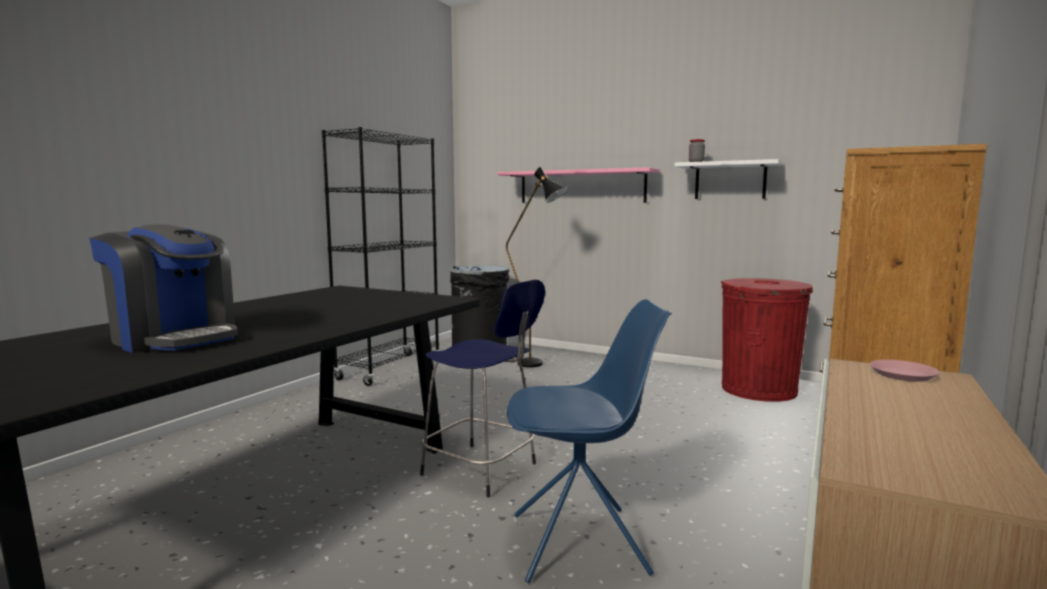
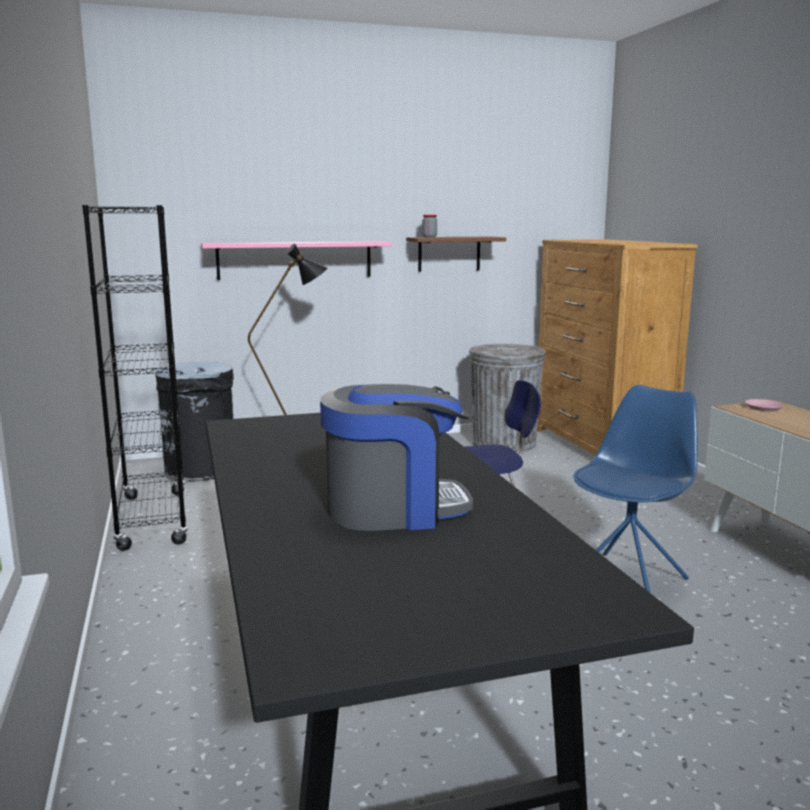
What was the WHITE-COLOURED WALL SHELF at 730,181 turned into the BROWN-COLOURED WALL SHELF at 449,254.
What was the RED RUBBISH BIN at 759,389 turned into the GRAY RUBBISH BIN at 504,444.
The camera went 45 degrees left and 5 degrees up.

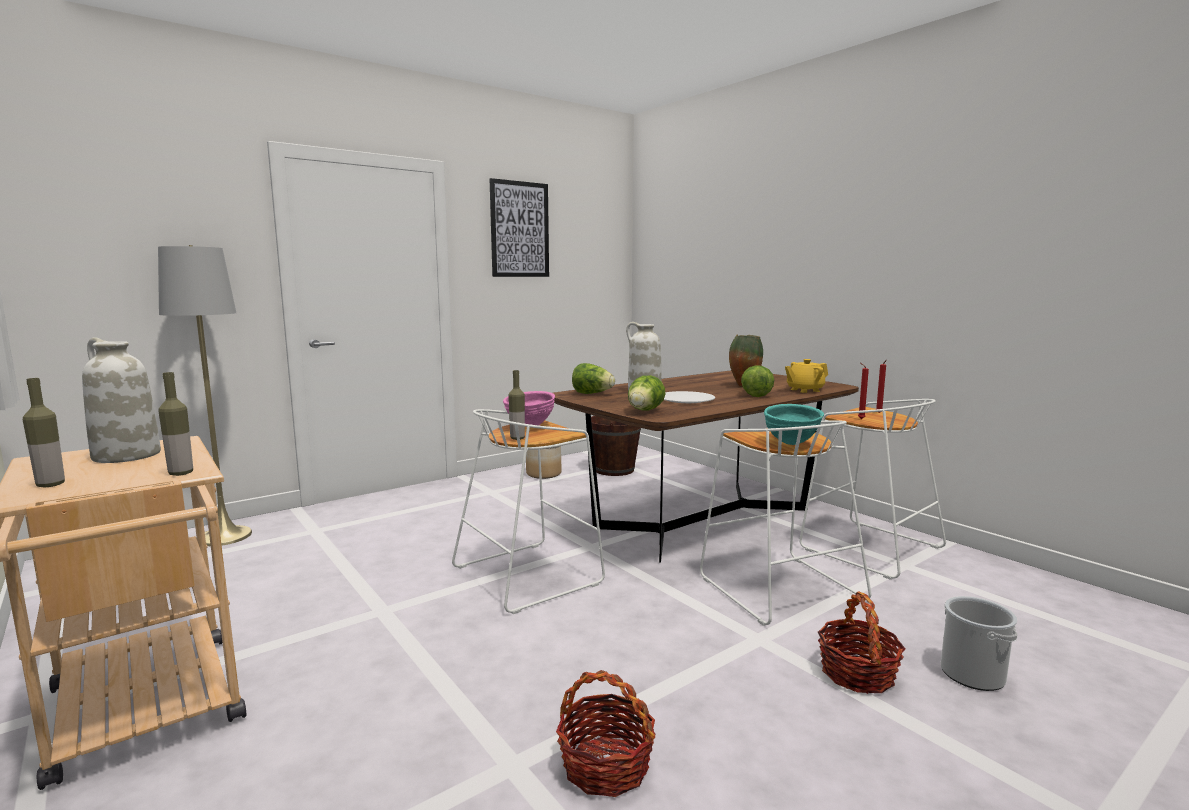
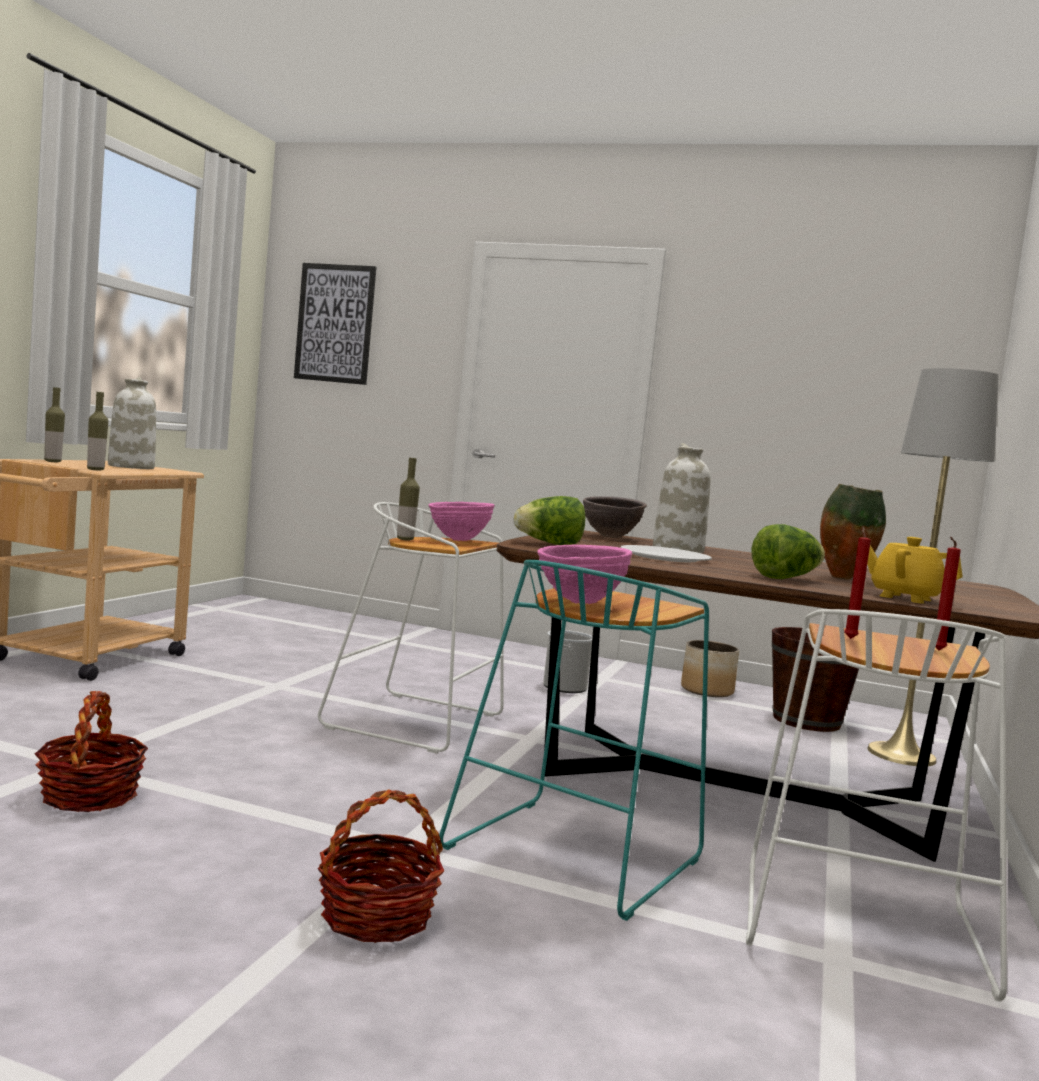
The WALL ART ended up elsewhere, having gone from 519,229 to 335,323.
What was the WHITE-COLOURED SITTING STOOL at 777,588 turned into the TURQUOISE SITTING STOOL at 573,852.
What was the TURQUOISE SERVING BOWL at 791,443 turned into the PINK-COLOURED SERVING BOWL at 579,602.
The WATER BUCKET ended up elsewhere, having gone from 972,674 to 565,687.
Where the HEAD OF LETTUCE stood at 592,393, the BROWN-COLOURED SERVING BOWL came to stand at 610,537.
The GRAY STANDARD LAMP ended up elsewhere, having gone from 225,536 to 901,755.
The camera went 55 degrees right and 5 degrees down.

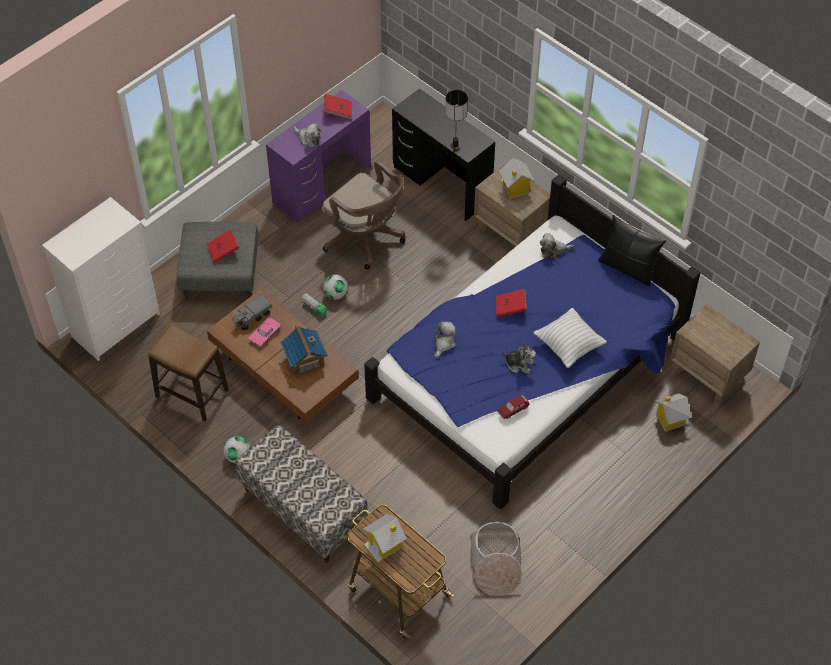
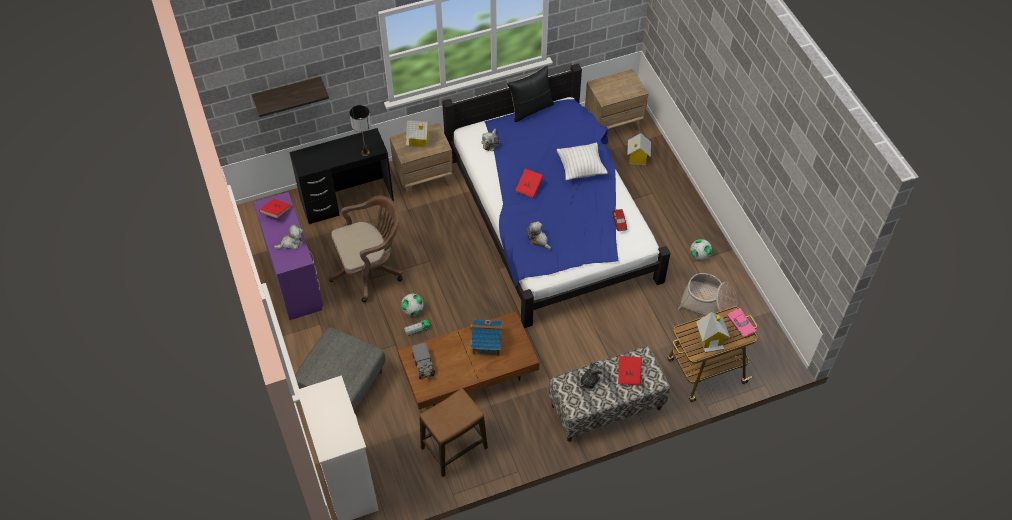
The second view gained the WALL SHELF at 288,93.
The PLUSH TOY ended up elsewhere, having gone from 519,364 to 590,381.
The RED VOLUME ended up elsewhere, having gone from 223,251 to 629,374.
The FOOTBALL BALL ended up elsewhere, having gone from 238,457 to 699,256.
The PINK-COLOURED MODEL CAR ended up elsewhere, having gone from 264,334 to 740,325.
The camera went 65 degrees left and 0 degrees up.

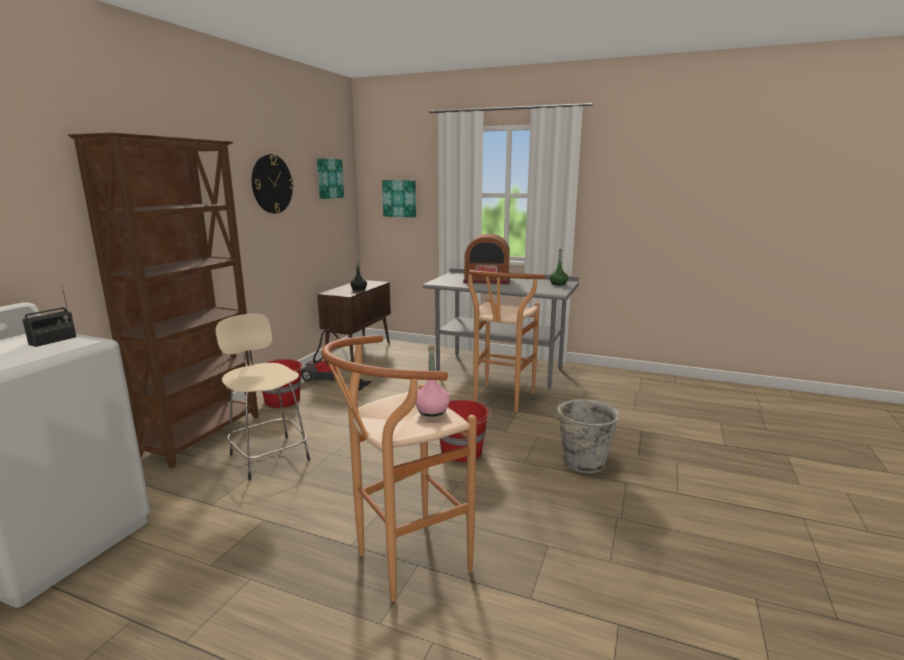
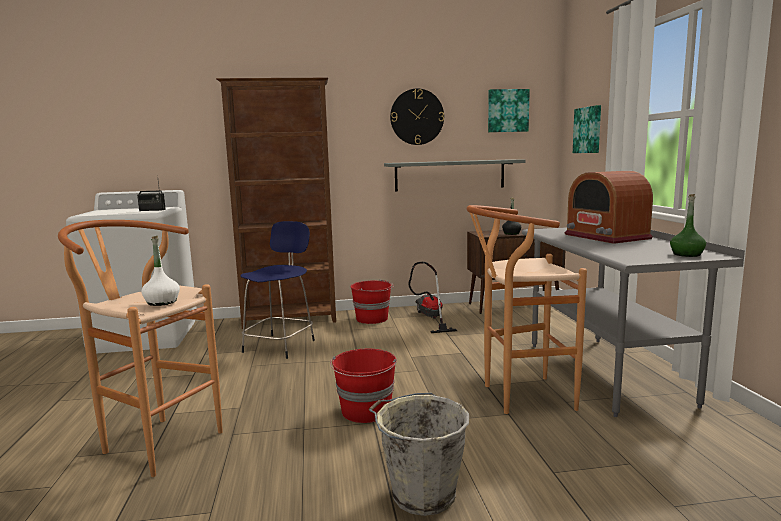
What was the PINK-COLOURED BOTTLE at 432,411 turned into the WHITE-COLOURED BOTTLE at 162,302.
What was the SAND-COLOURED SITTING STOOL at 268,456 turned into the BLUE-COLOURED SITTING STOOL at 280,345.
The second view gained the GRAY WALL SHELF at 450,175.
The camera went 60 degrees right and 5 degrees down.

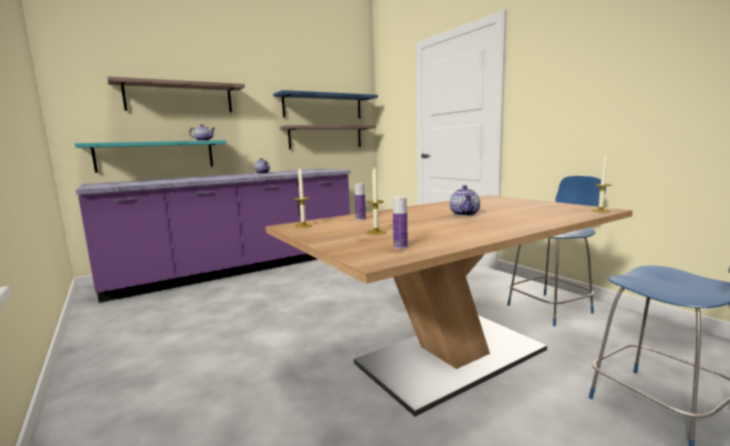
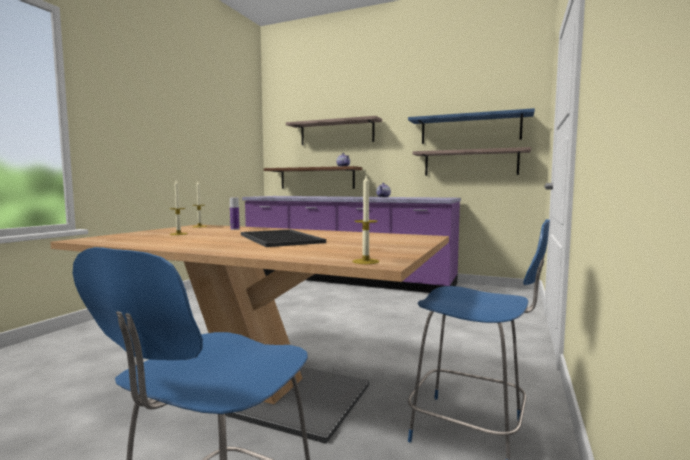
Where the POT FOR TEA stood at 465,214, the CARRYING TRAY came to stand at 282,238.
What was the TURQUOISE WALL SHELF at 156,155 turned into the BROWN-COLOURED WALL SHELF at 316,178.
The second view lost the BOTTLE at 400,247.
The camera went 55 degrees right and 5 degrees down.

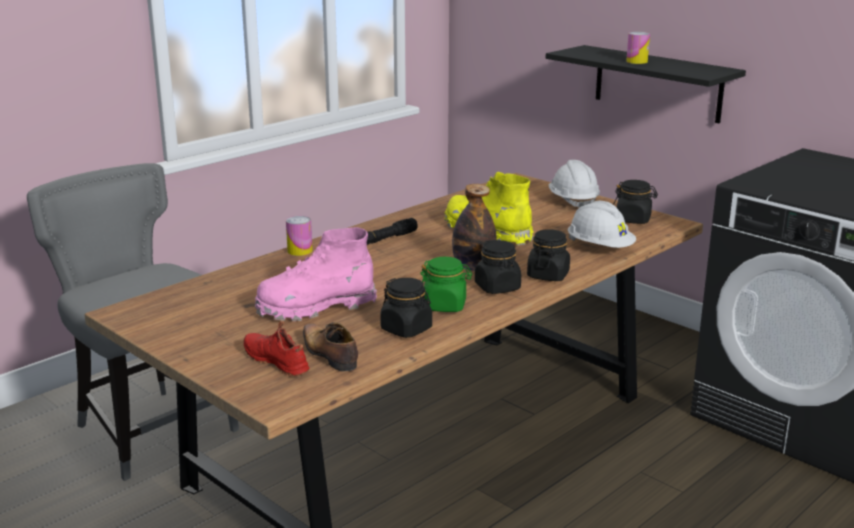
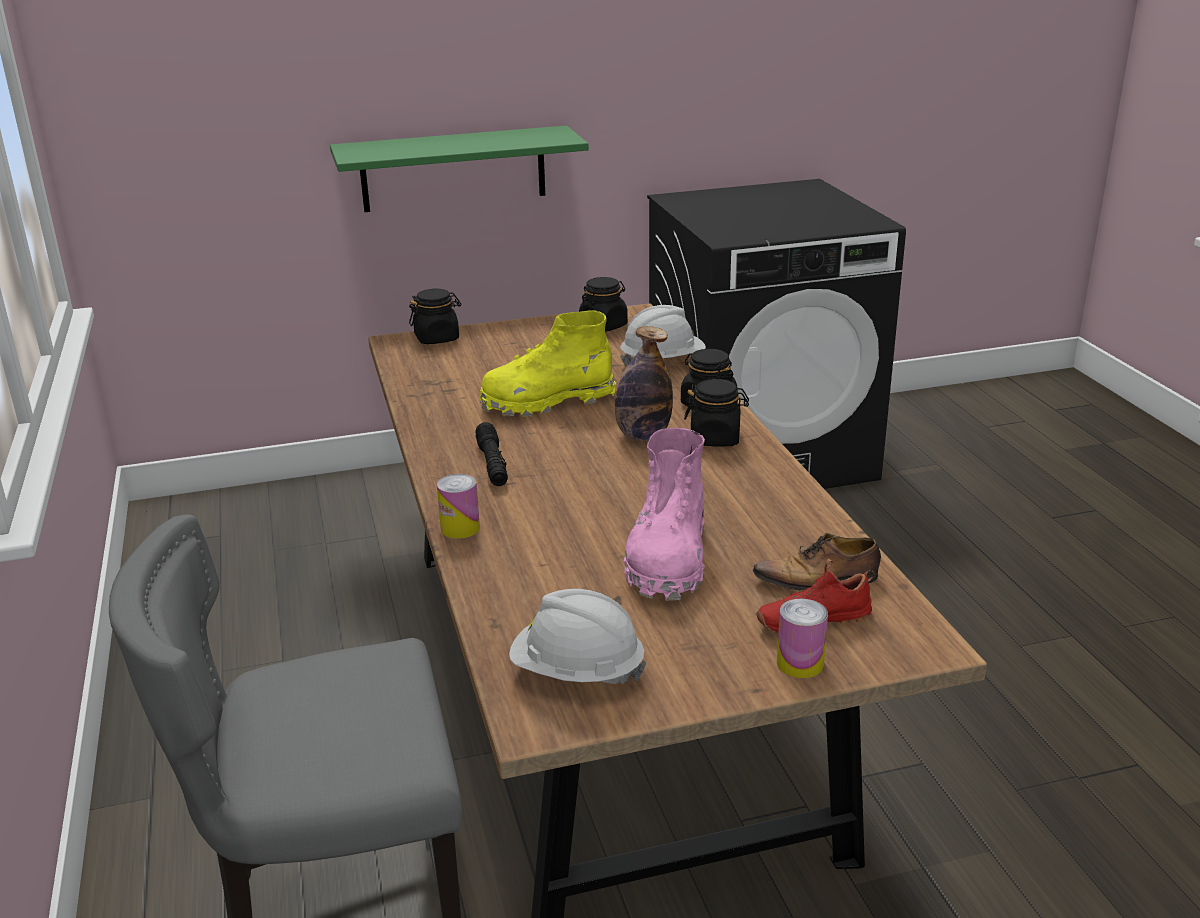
What was the BLACK WALL SHELF at 657,83 turned into the GREEN WALL SHELF at 453,169.
The BLACK STORAGE JAR ended up elsewhere, having gone from 406,329 to 437,338.
The WHITE-COLOURED HARD HAT ended up elsewhere, having gone from 573,202 to 577,672.
The CAN ended up elsewhere, having gone from 636,61 to 800,663.
The second view lost the GREEN STORAGE JAR at 445,305.
The camera went 60 degrees left and 5 degrees up.

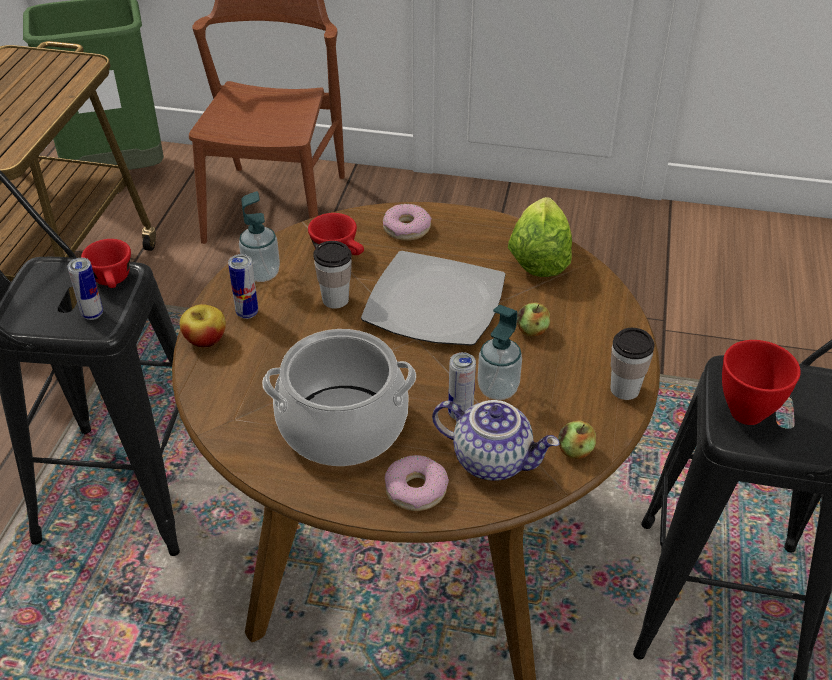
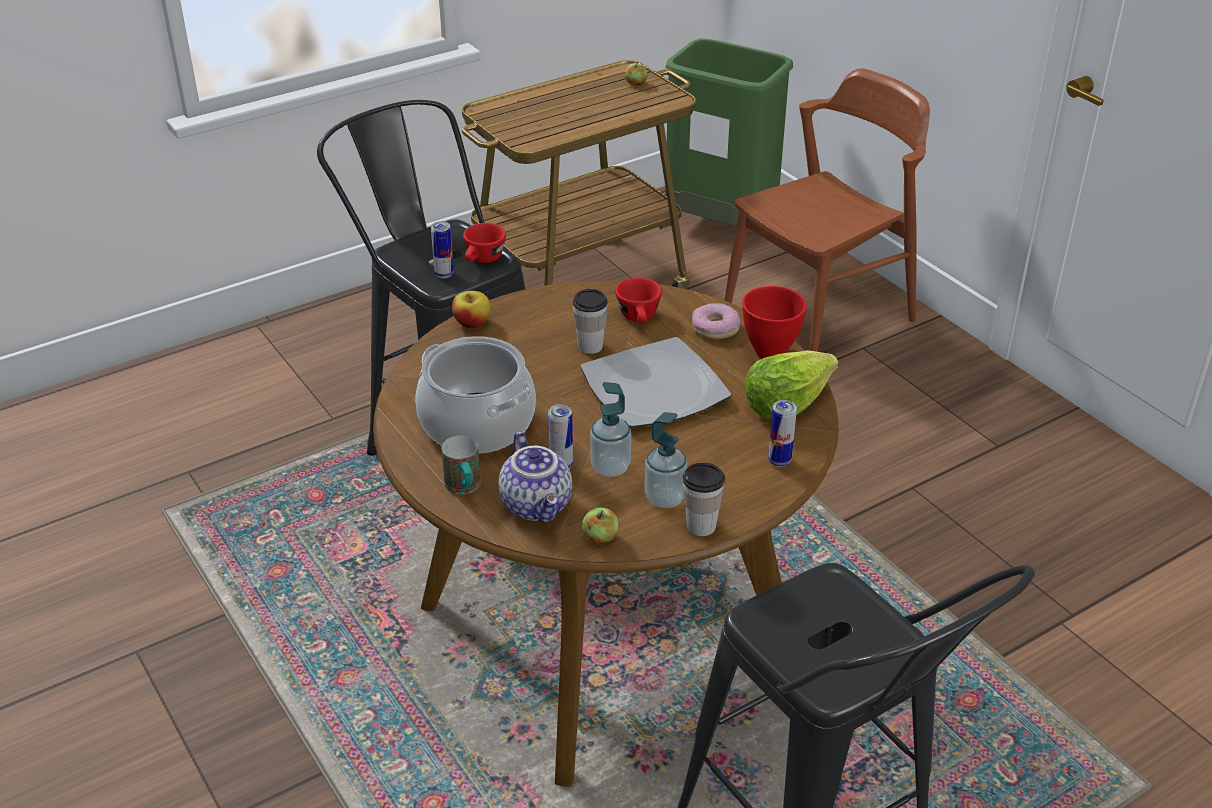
Where the DONUT stood at 416,489, the MUG came to stand at 464,488.
The WHOLE APPLE ended up elsewhere, having gone from 532,331 to 635,83.
The LIQUID SOAP BOTTLE ended up elsewhere, having gone from 262,273 to 665,498.
The RED SERVING BOWL ended up elsewhere, having gone from 745,412 to 769,351.
The CAN ended up elsewhere, having gone from 247,313 to 779,461.
The camera went 45 degrees right and 5 degrees down.

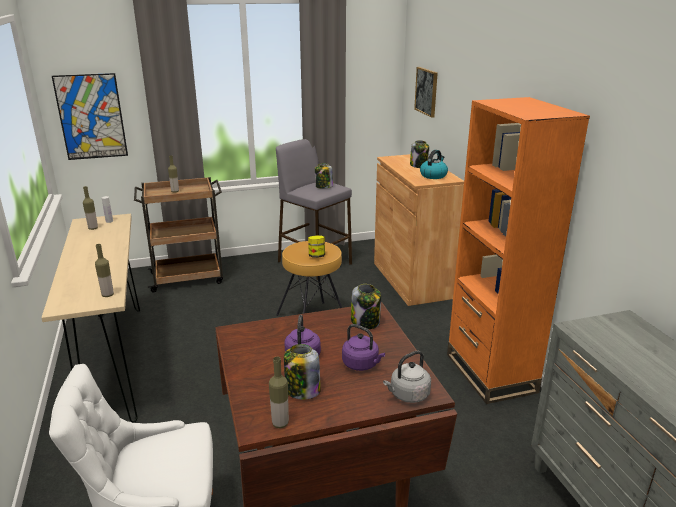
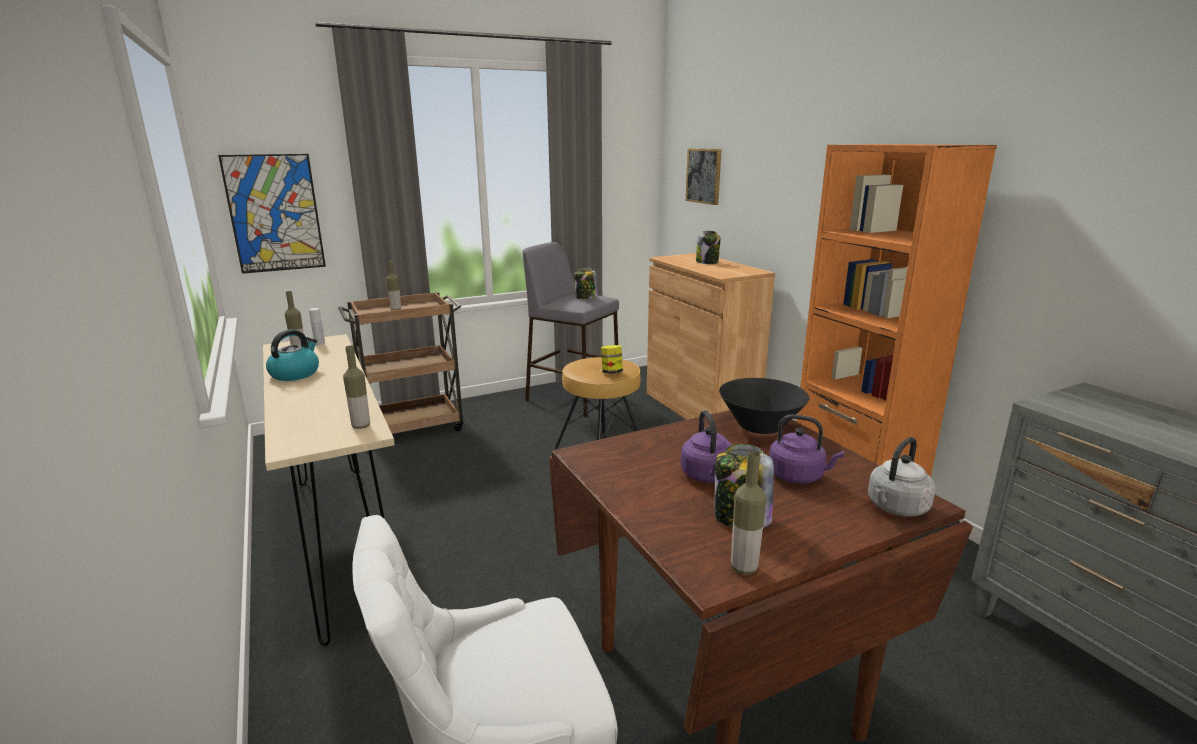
The TEA KETTLE ended up elsewhere, having gone from 433,175 to 295,374.
Where the STORAGE JAR stood at 366,322, the BLACK SERVING BOWL came to stand at 760,426.
The camera went 10 degrees left and 5 degrees down.

